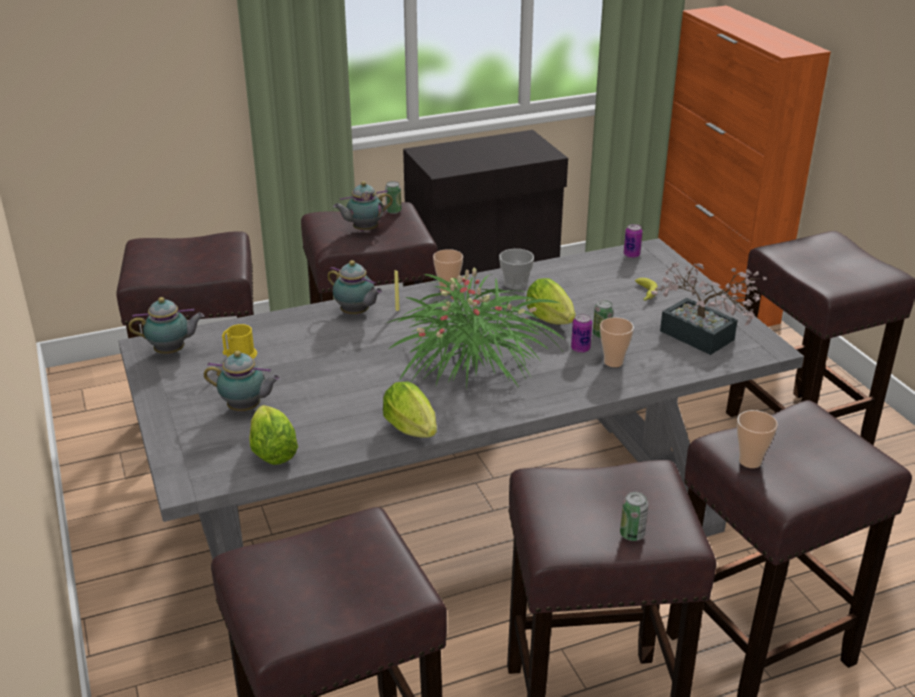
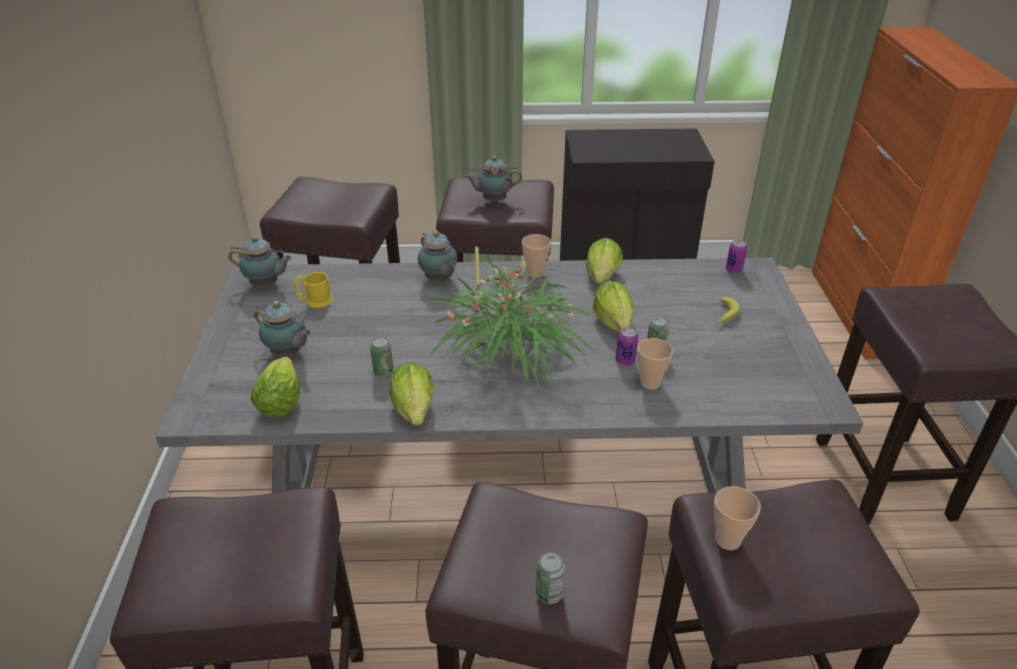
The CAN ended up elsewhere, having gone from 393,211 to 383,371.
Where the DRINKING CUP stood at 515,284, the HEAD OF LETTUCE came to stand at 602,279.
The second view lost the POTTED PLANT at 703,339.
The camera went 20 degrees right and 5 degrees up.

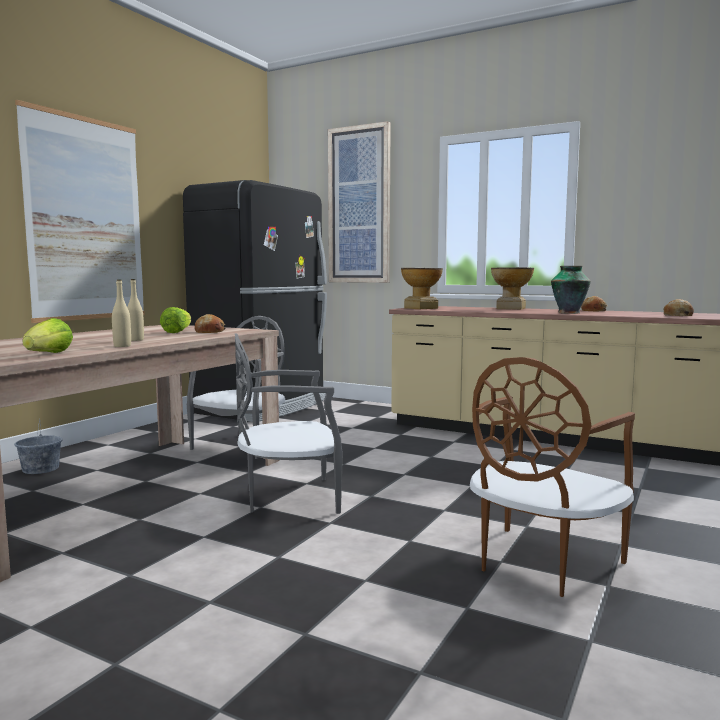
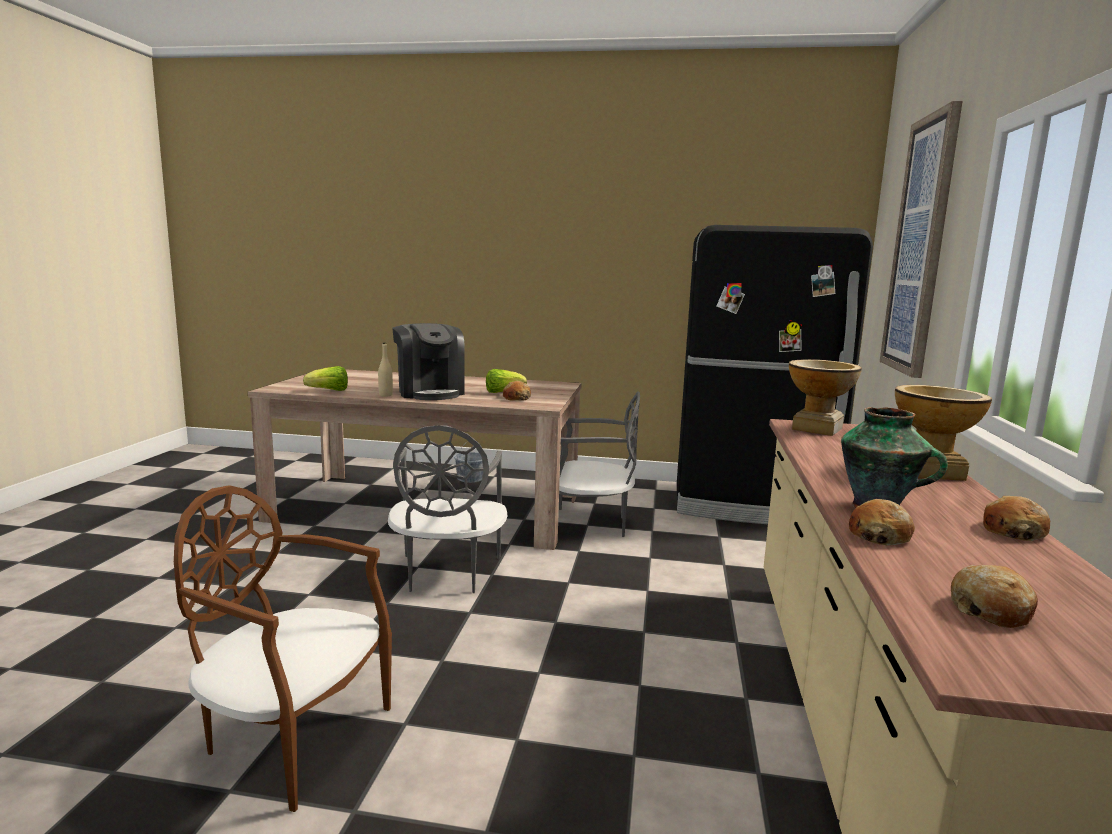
The GRAY CHAIR at 289,497 ended up facing another way, 150 degrees counterclockwise from before.
Where the SAND-COLOURED BOTTLE stood at 136,340, the COFFEE MACHINE came to stand at 429,392.
The second view gained the BAKERY BREAD at 879,535.
The second view lost the WALL ART at 86,219.
The camera went 70 degrees right and 5 degrees up.

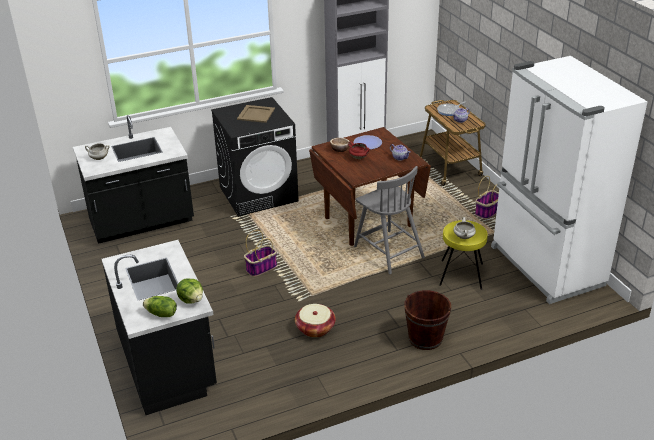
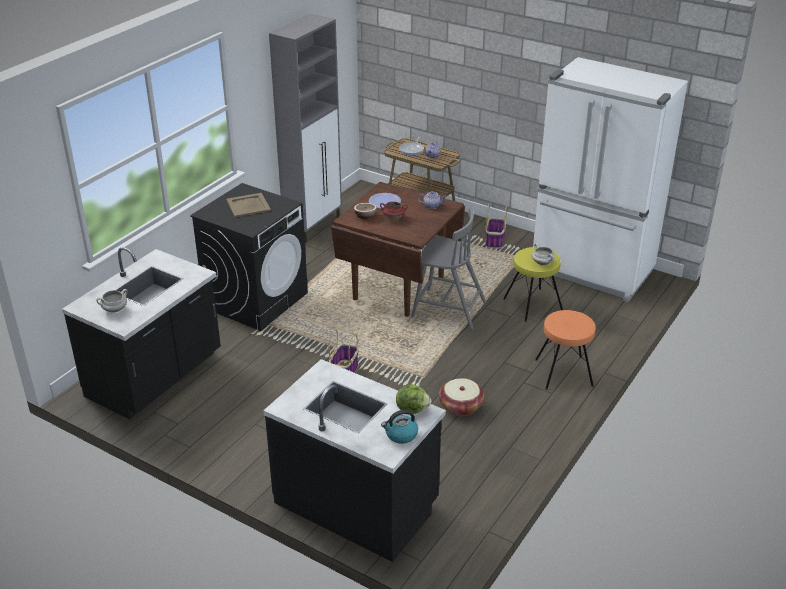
Where the HEAD OF LETTUCE stood at 161,314, the TEA KETTLE came to stand at 400,435.
Where the BROWN-COLOURED WATER BUCKET stood at 425,338, the ORANGE SITTING STOOL came to stand at 564,373.
The camera went 35 degrees left and 0 degrees up.

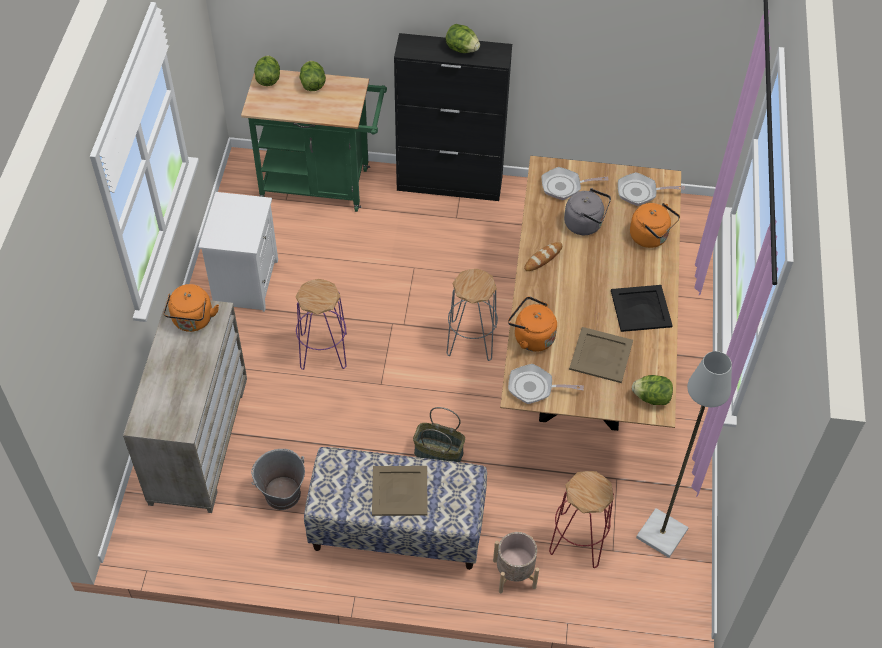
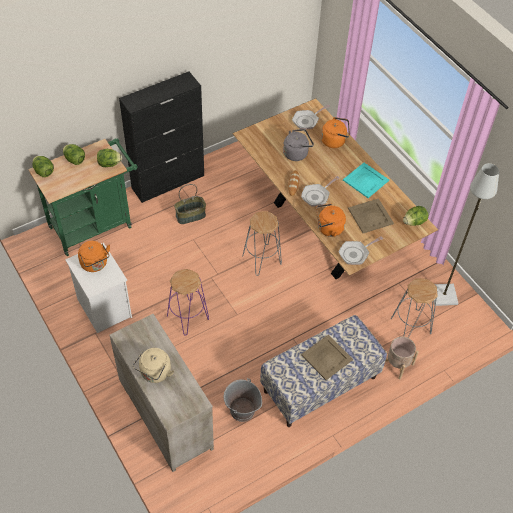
The ORANGE TEA KETTLE ended up elsewhere, having gone from 192,321 to 95,264.
The HEAD OF LETTUCE ended up elsewhere, having gone from 462,49 to 109,164.
The second view gained the SAND-COLOURED TEA KETTLE at 154,373.
The HOUSEHOLD BASKET ended up elsewhere, having gone from 438,453 to 190,216.
The FRYING PAN ended up elsewhere, having gone from 564,186 to 317,196.
What was the BLACK CARRYING TRAY at 641,309 turned into the TURQUOISE CARRYING TRAY at 366,180.
What was the RED SITTING STOOL at 578,540 turned into the GRAY SITTING STOOL at 410,326.
The camera went 40 degrees left and 0 degrees up.

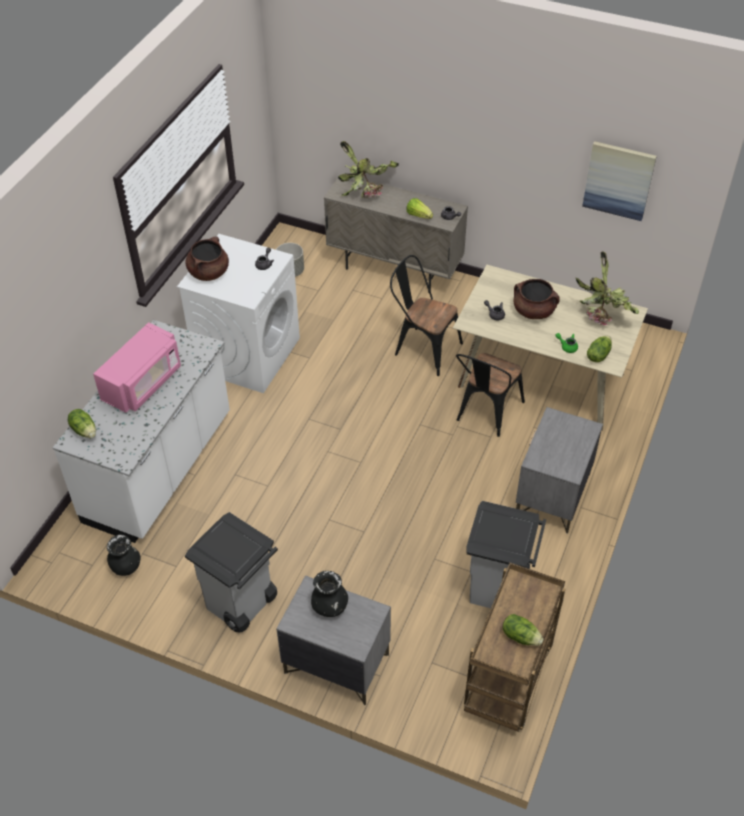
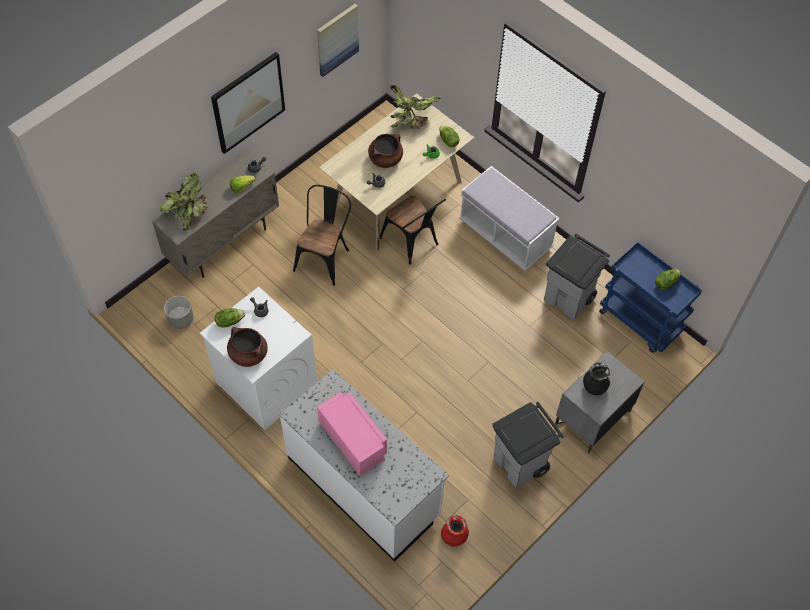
The second view gained the WALL ART at 248,102.
The HEAD OF LETTUCE ended up elsewhere, having gone from 84,430 to 229,321.
The BLACK CHAIR at 423,348 ended up facing another way, 150 degrees clockwise from before.
What was the BLACK VASE at 125,567 turned into the RED VASE at 454,536.
Where the GRAY NIGHT TABLE stood at 552,495, the WHITE-COLOURED BENCH came to stand at 505,235.
What was the BROWN-COLOURED TROLLEY at 508,681 turned into the BLUE-COLOURED TROLLEY at 641,321.
The camera went 70 degrees left and 10 degrees up.

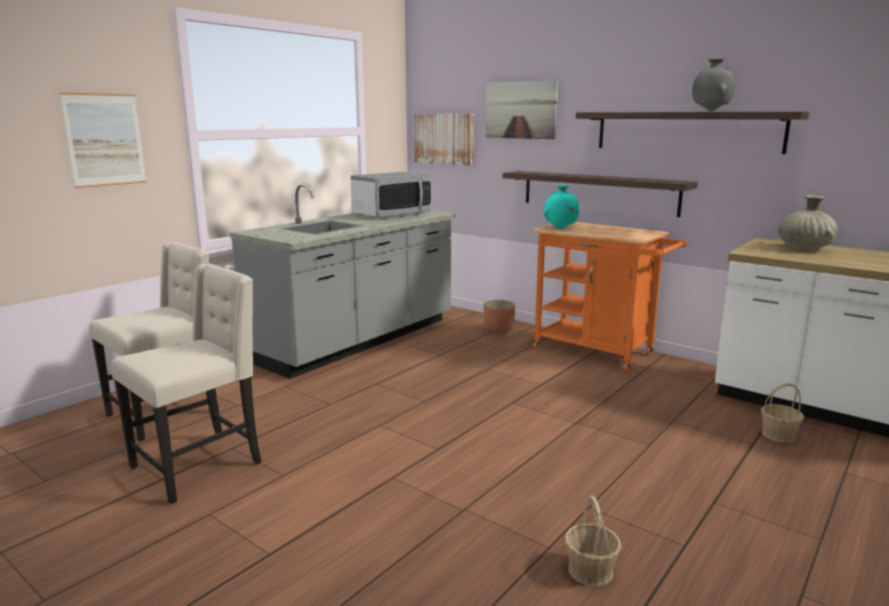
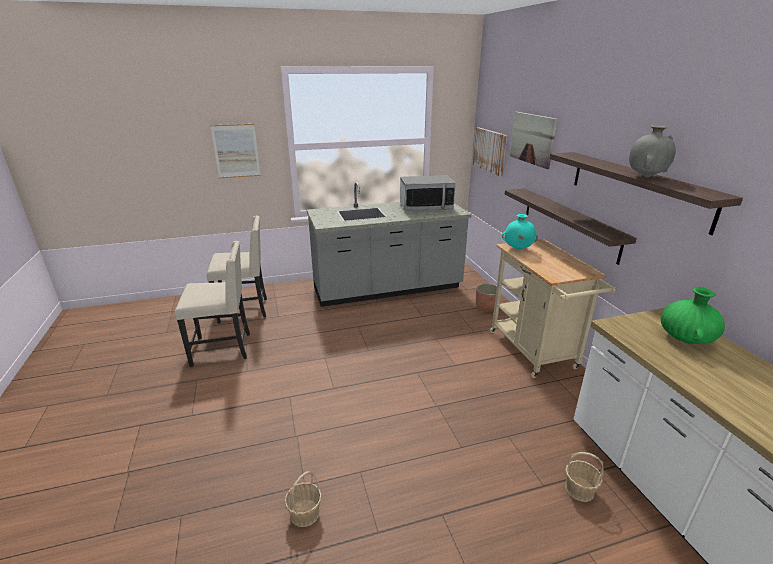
What was the ORANGE TROLLEY at 599,352 turned into the SAND-COLOURED TROLLEY at 535,353.
What was the SAND-COLOURED VASE at 804,248 turned into the GREEN VASE at 686,337.
The camera went 35 degrees right and 10 degrees up.

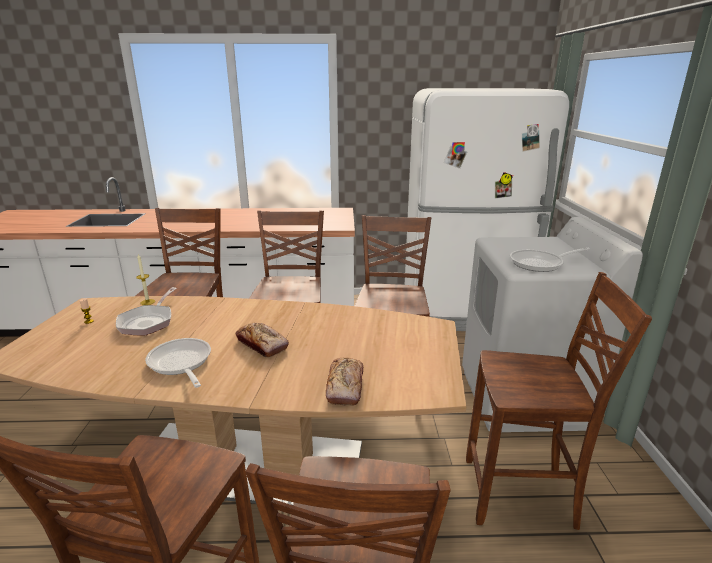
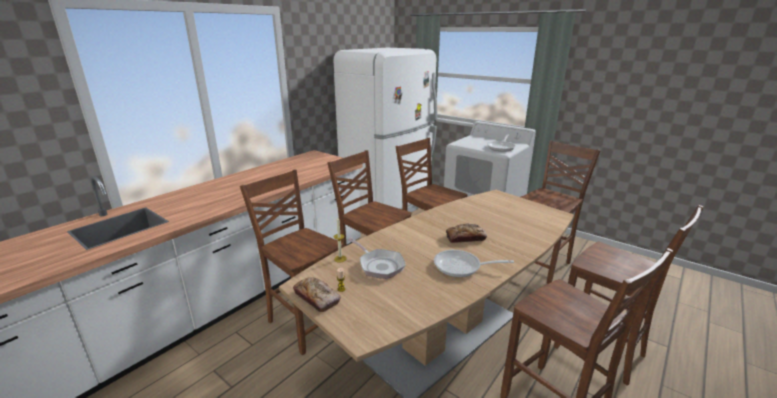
The BAKERY BREAD ended up elsewhere, having gone from 345,386 to 317,298.
The camera went 50 degrees left and 0 degrees up.

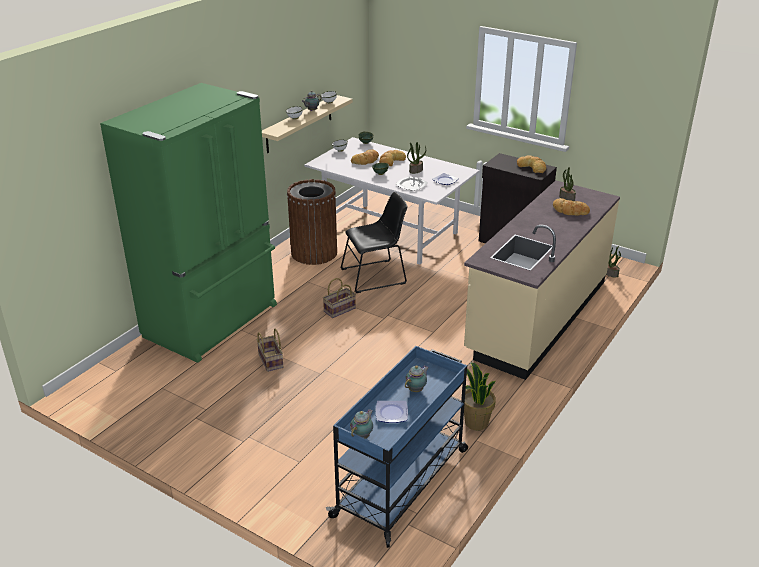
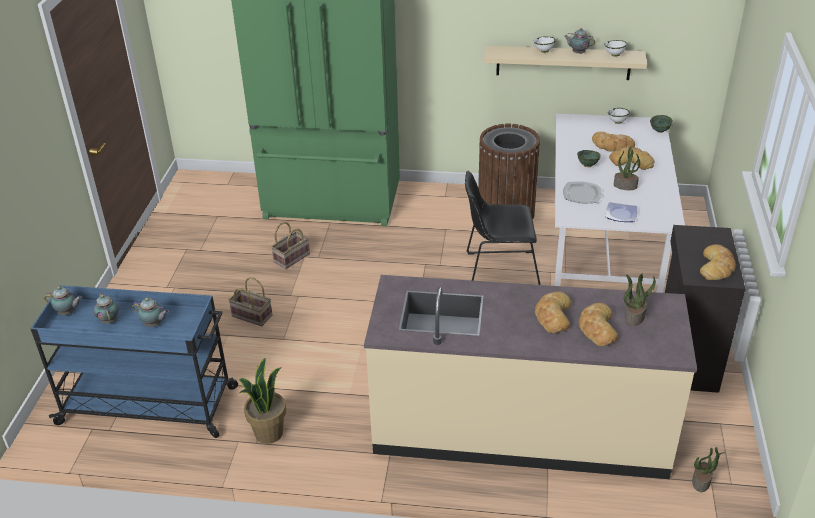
Where the FLAT DISH stood at 392,413, the POT FOR TEA came to stand at 109,320.
The HOUSEHOLD BASKET ended up elsewhere, having gone from 339,310 to 251,316.
The BLACK CHAIR at 376,276 ended up facing another way, 135 degrees clockwise from before.
The second view gained the BAKERY BREAD at 552,316.
The camera went 65 degrees right and 5 degrees up.

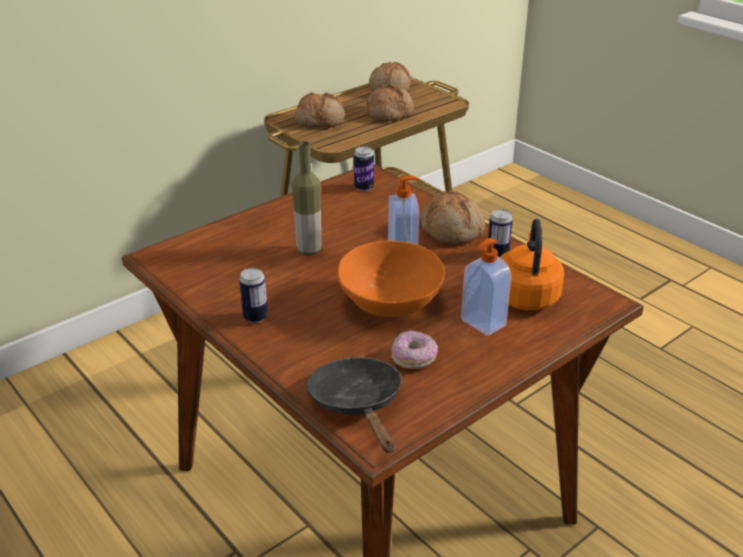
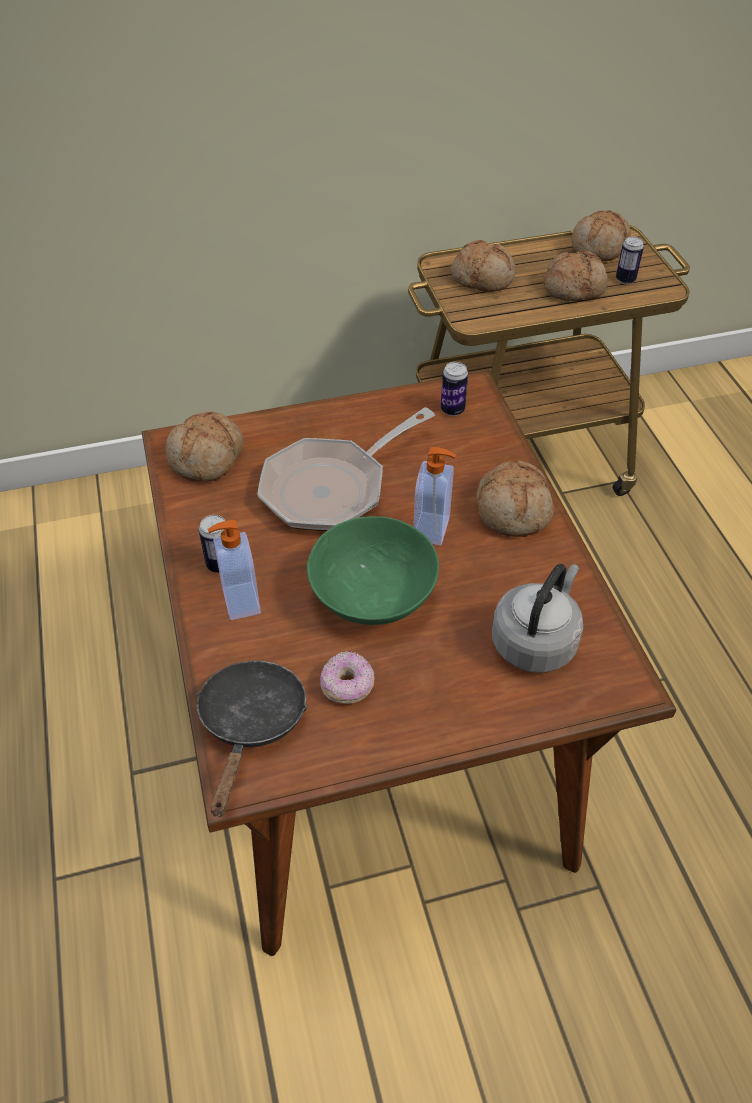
The second view gained the BAKERY BREAD at 208,458.
The LIQUID SOAP BOTTLE ended up elsewhere, having gone from 482,323 to 239,601.
Where the BOTTLE stood at 309,250, the FRYING PAN came to stand at 332,487.
What was the ORANGE SERVING BOWL at 391,303 turned into the GREEN SERVING BOWL at 374,596.
What was the ORANGE TEA KETTLE at 525,295 turned into the GRAY TEA KETTLE at 536,641.
The CAN ended up elsewhere, having gone from 497,255 to 625,279.
The camera went 25 degrees right and 15 degrees up.

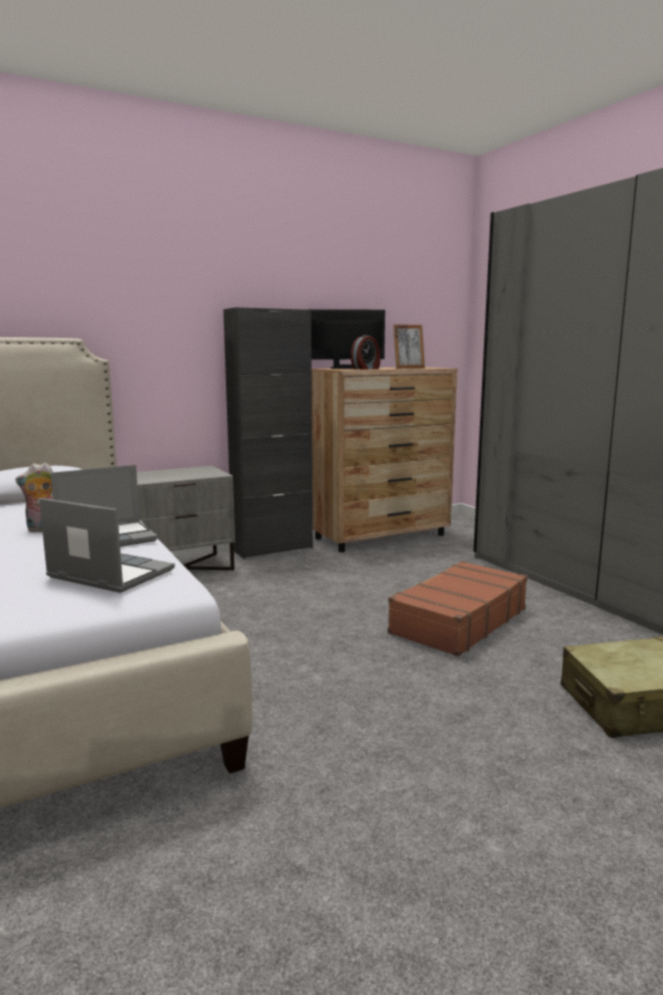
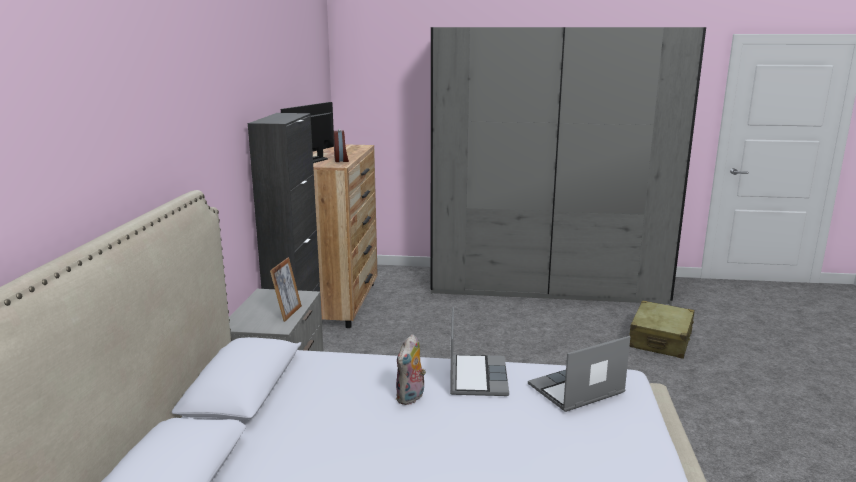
The PICTURE FRAME ended up elsewhere, having gone from 408,368 to 288,313.
The second view lost the BROWN-COLOURED PIECE OF LUGGAGE at 458,621.
The camera went 55 degrees left and 5 degrees up.

